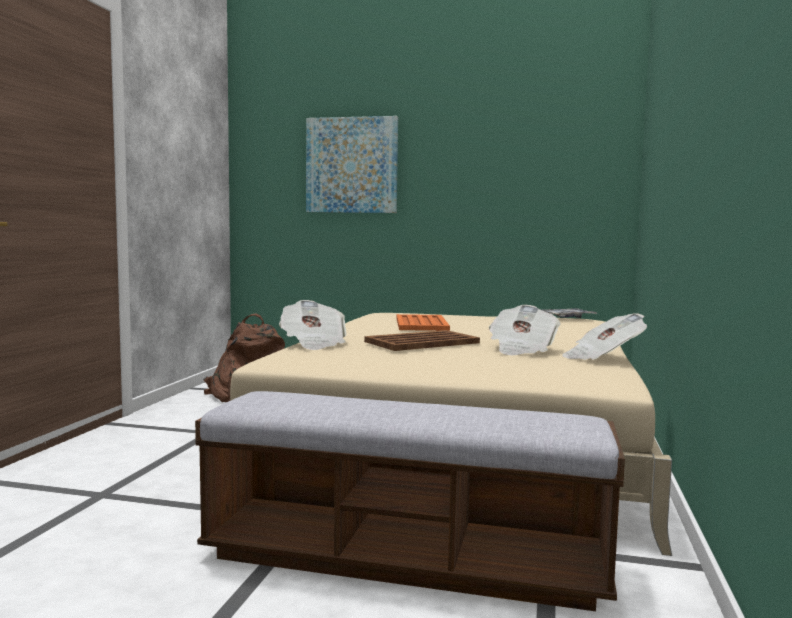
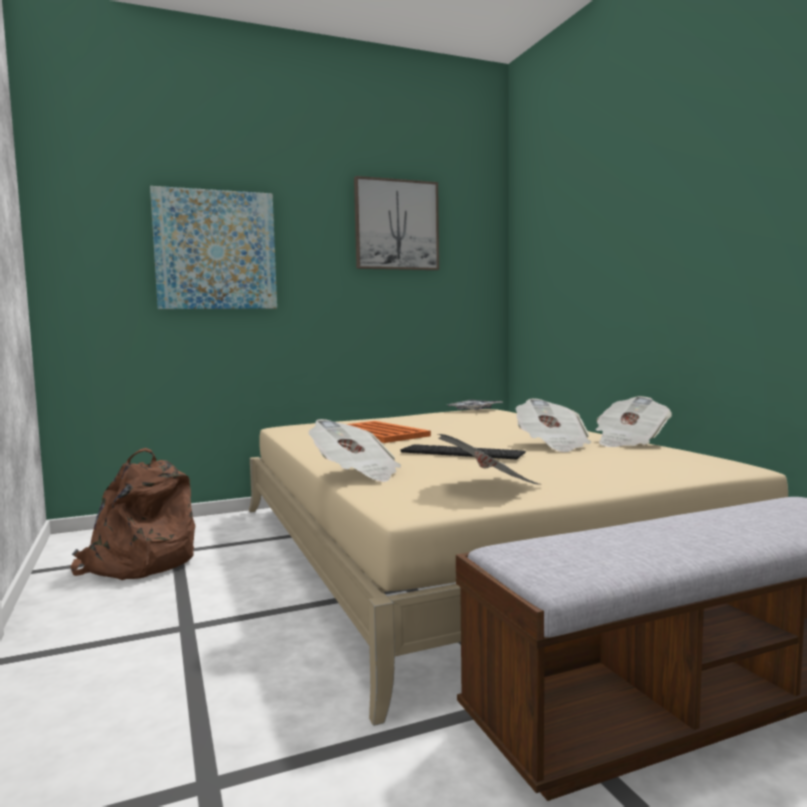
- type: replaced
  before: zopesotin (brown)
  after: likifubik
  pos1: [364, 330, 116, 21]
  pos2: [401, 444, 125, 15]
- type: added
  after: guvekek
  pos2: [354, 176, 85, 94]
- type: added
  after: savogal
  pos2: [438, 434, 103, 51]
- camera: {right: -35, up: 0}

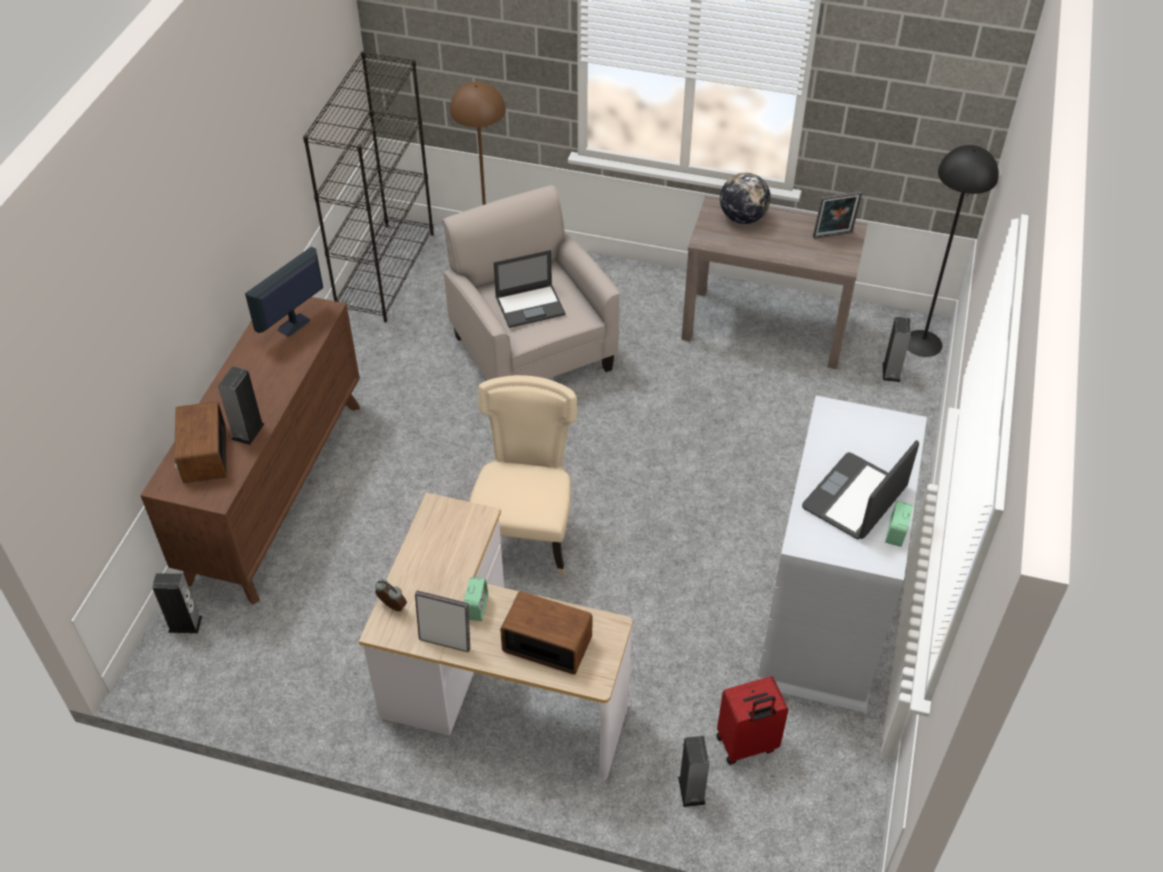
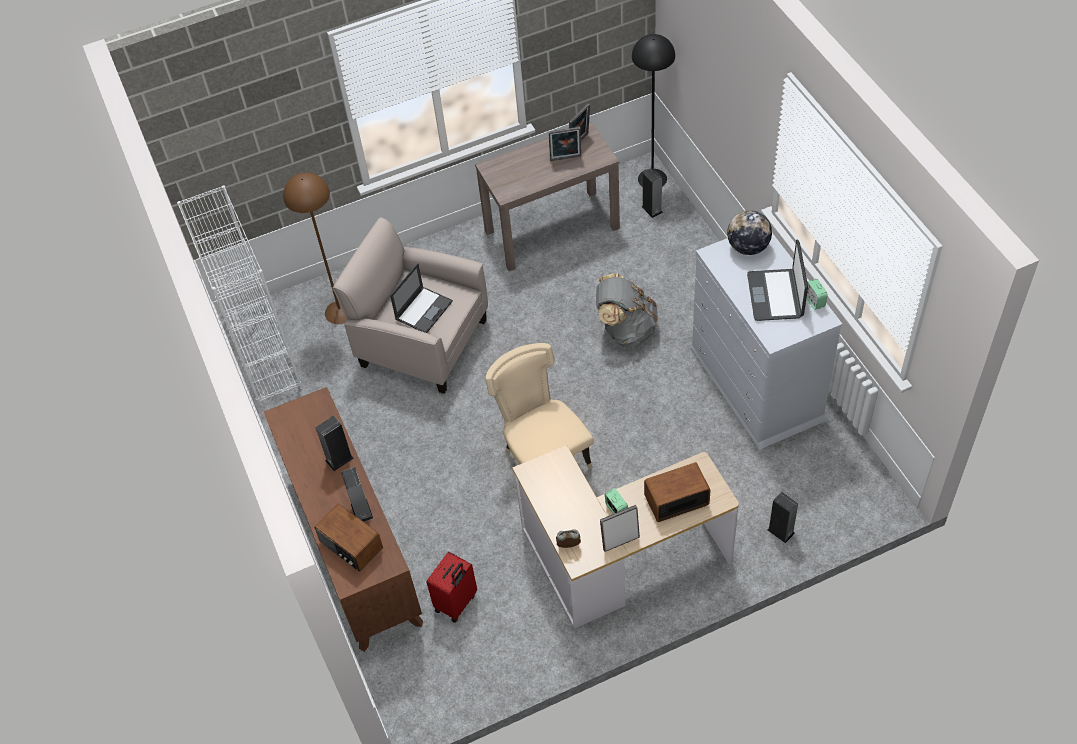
- type: moved
  before: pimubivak
  pos1: [152, 573, 50, 60]
  pos2: [315, 416, 39, 55]
- type: removed
  before: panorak
  pos1: [245, 246, 78, 91]
- type: recoloured
  before: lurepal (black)
  after: lurepal (white)
  pos1: [303, 51, 131, 271]
  pos2: [177, 185, 126, 221]
- type: moved
  before: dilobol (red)
  pos1: [716, 676, 73, 89]
  pos2: [427, 552, 50, 71]
- type: moved
  before: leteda
  pos1: [720, 173, 51, 51]
  pos2: [727, 210, 45, 45]
- type: added
  after: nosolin
  pos2: [548, 127, 33, 34]
- type: added
  after: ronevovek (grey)
  pos2: [596, 273, 62, 74]
- camera: {right: -35, up: 5}

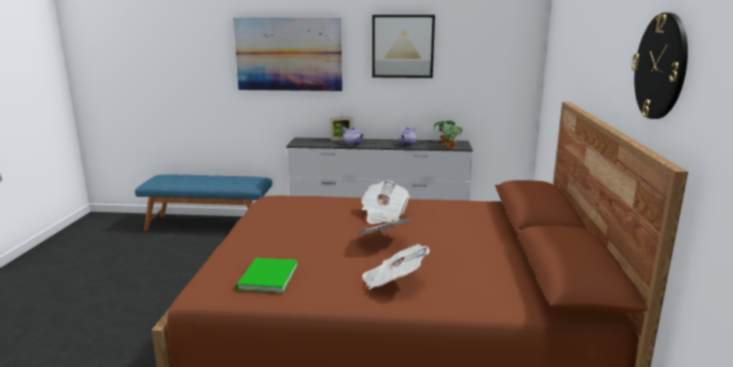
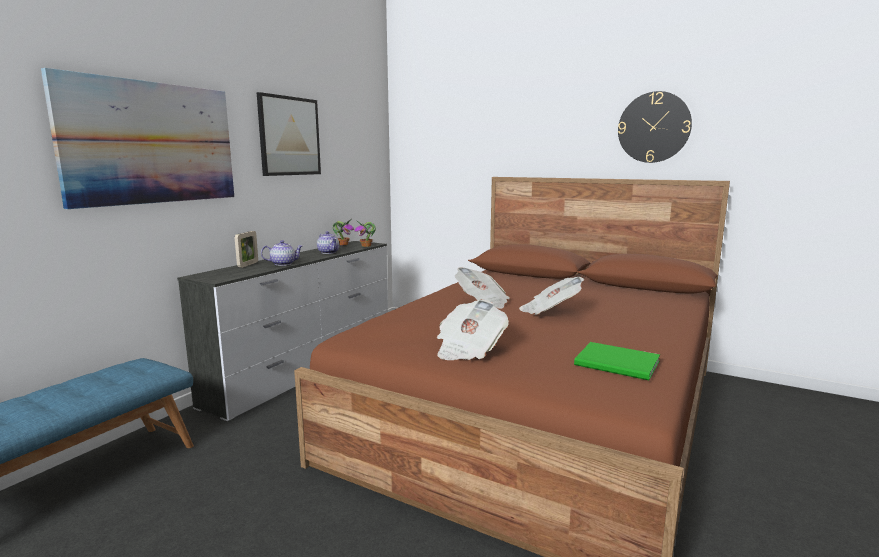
- type: moved
  before: savogal
  pos1: [362, 244, 68, 46]
  pos2: [437, 300, 72, 60]
- camera: {right: -65, up: -5}

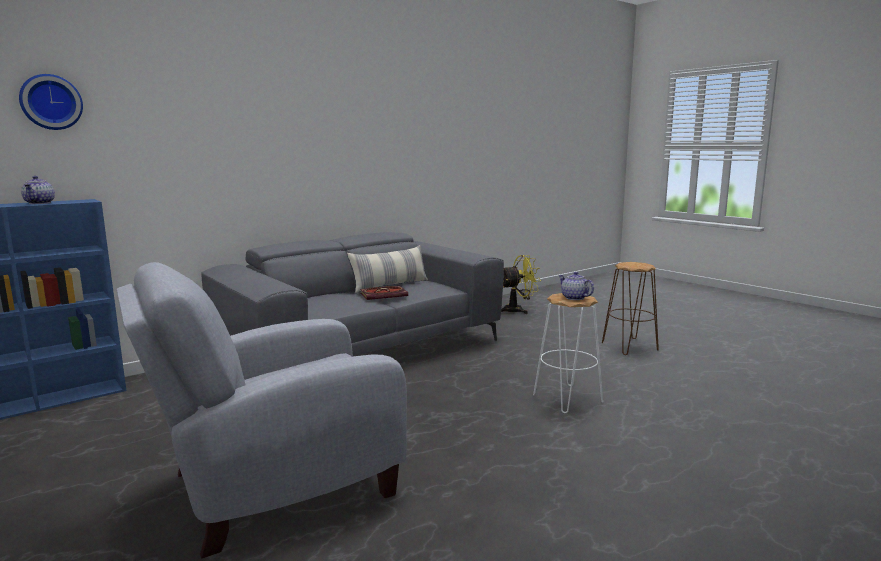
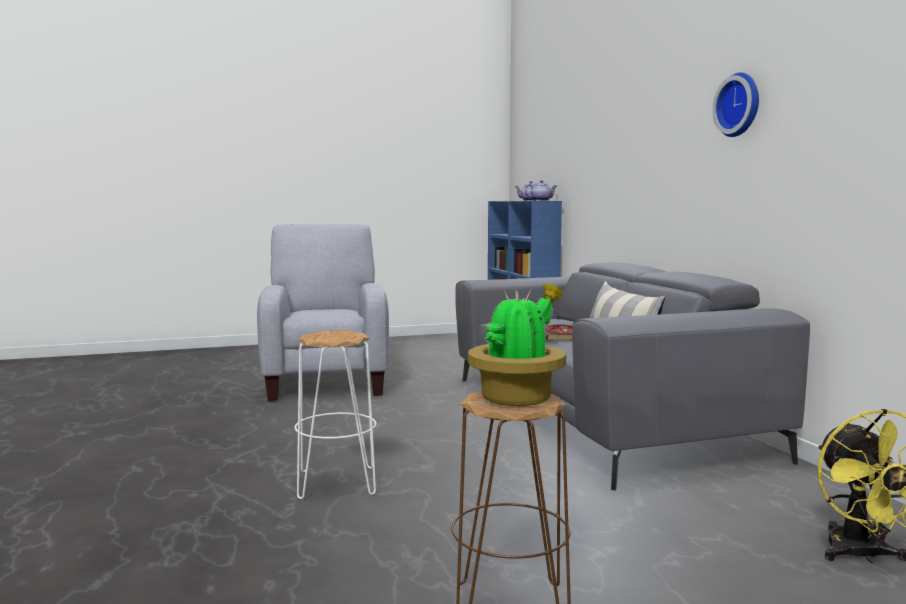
- type: moved
  before: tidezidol
  pos1: [19, 74, 64, 56]
  pos2: [712, 72, 47, 65]
- type: moved
  before: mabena
  pos1: [558, 272, 36, 28]
  pos2: [525, 180, 32, 21]
- type: added
  after: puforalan
  pos2: [468, 283, 98, 123]
- camera: {right: 110, up: -5}

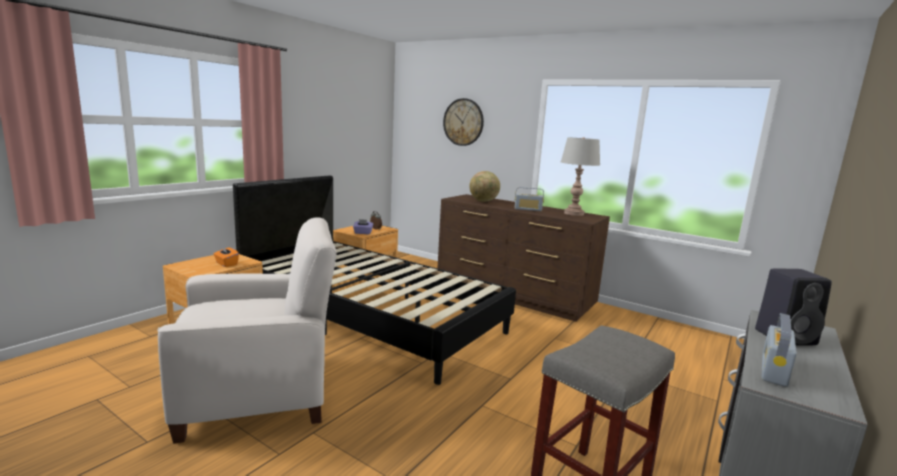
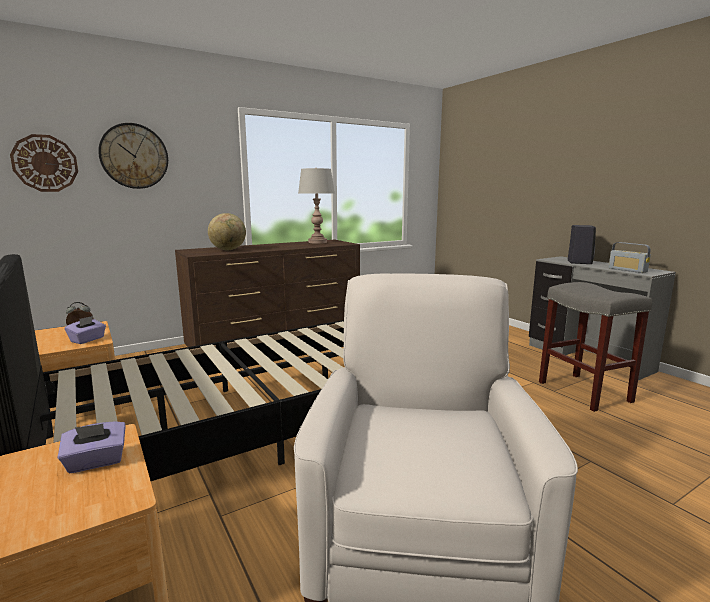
- type: recoloured
  before: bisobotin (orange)
  after: bisobotin (purple)
  pos1: [213, 245, 26, 22]
  pos2: [58, 421, 68, 52]
- type: removed
  before: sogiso
  pos1: [515, 187, 29, 24]
- type: added
  after: tidezidol
  pos2: [10, 134, 68, 58]
- camera: {right: -65, up: 0}

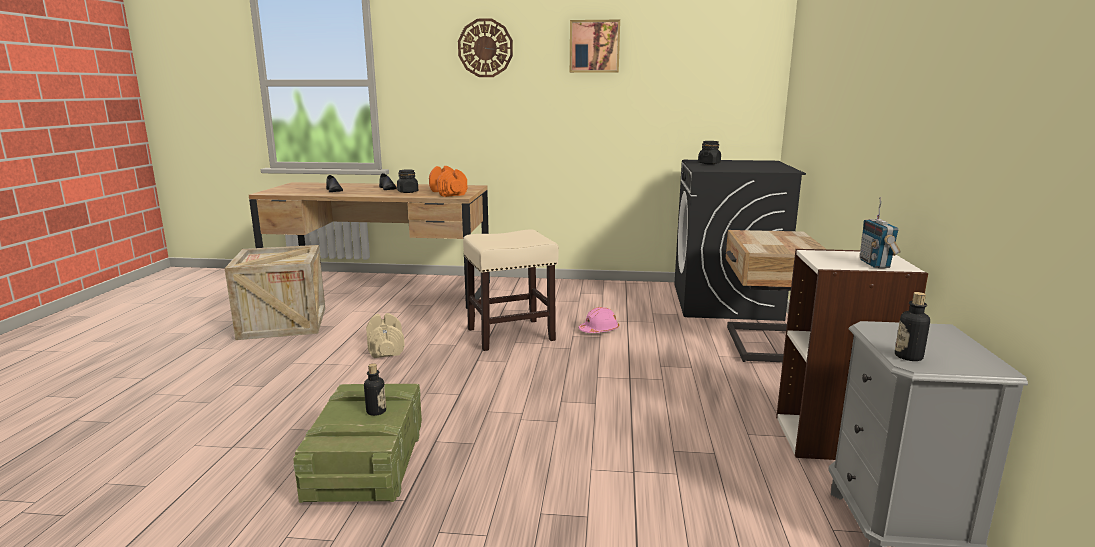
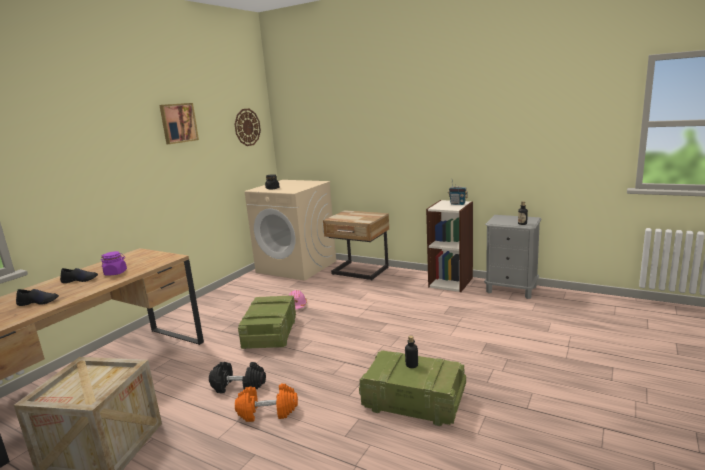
- type: recoloured
  before: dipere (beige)
  after: dipere (black)
  pos1: [366, 313, 39, 45]
  pos2: [209, 362, 57, 31]
- type: recoloured
  before: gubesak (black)
  after: gubesak (purple)
  pos1: [397, 169, 21, 24]
  pos2: [101, 251, 26, 24]
- type: moved
  before: dipere (orange)
  pos1: [429, 166, 38, 31]
  pos2: [235, 383, 63, 39]
- type: moved
  before: tidezidol
  pos1: [458, 18, 55, 59]
  pos2: [235, 109, 26, 37]
- type: replaced
  before: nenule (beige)
  after: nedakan
  pos1: [463, 230, 96, 121]
  pos2: [238, 295, 58, 54]
- type: recoloured
  before: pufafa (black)
  after: pufafa (beige)
  pos1: [674, 160, 132, 161]
  pos2: [245, 180, 91, 101]
- camera: {right: -65, up: 0}

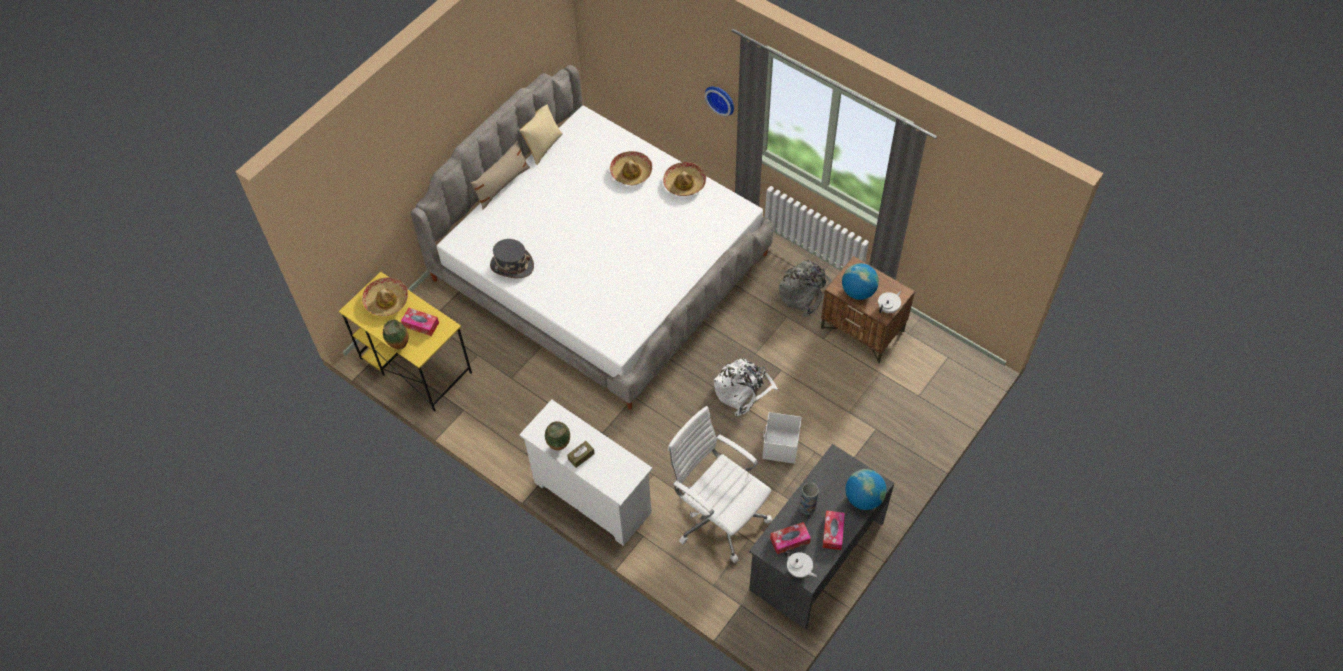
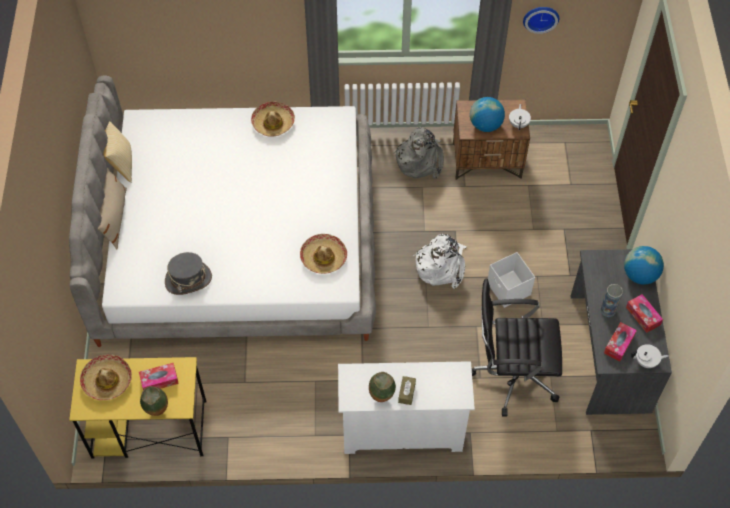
- type: moved
  before: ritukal
  pos1: [610, 151, 42, 34]
  pos2: [300, 234, 47, 40]
- type: recoloured
  before: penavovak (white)
  after: penavovak (black)
  pos1: [668, 406, 104, 157]
  pos2: [472, 279, 90, 138]
- type: moved
  before: tidezidol
  pos1: [704, 87, 30, 29]
  pos2: [523, 7, 36, 27]
- camera: {right: -40, up: 0}

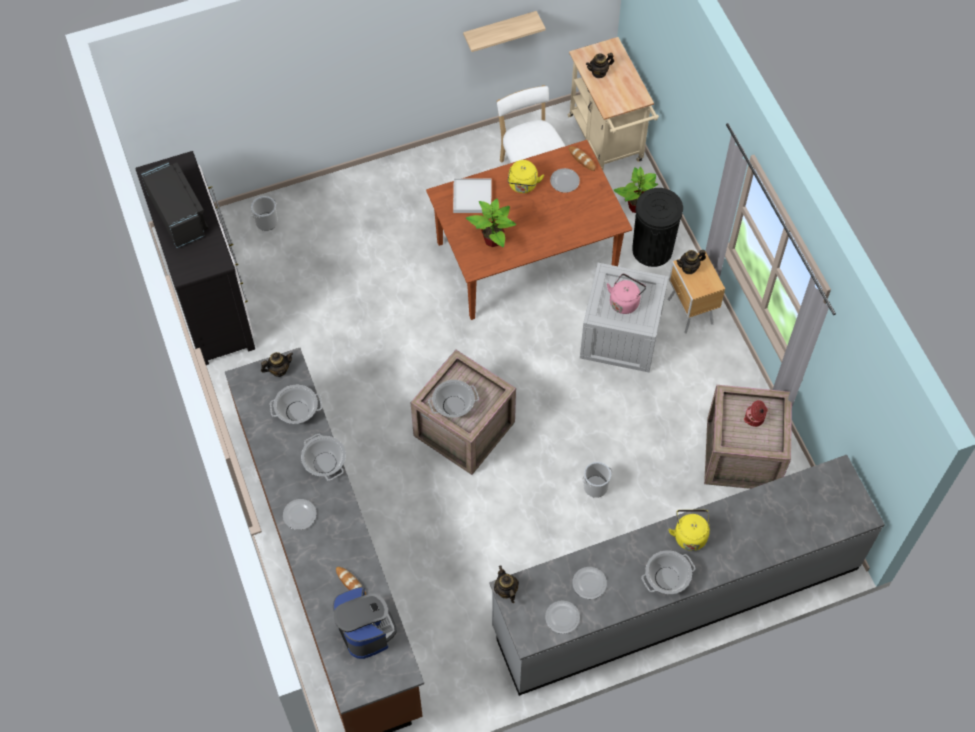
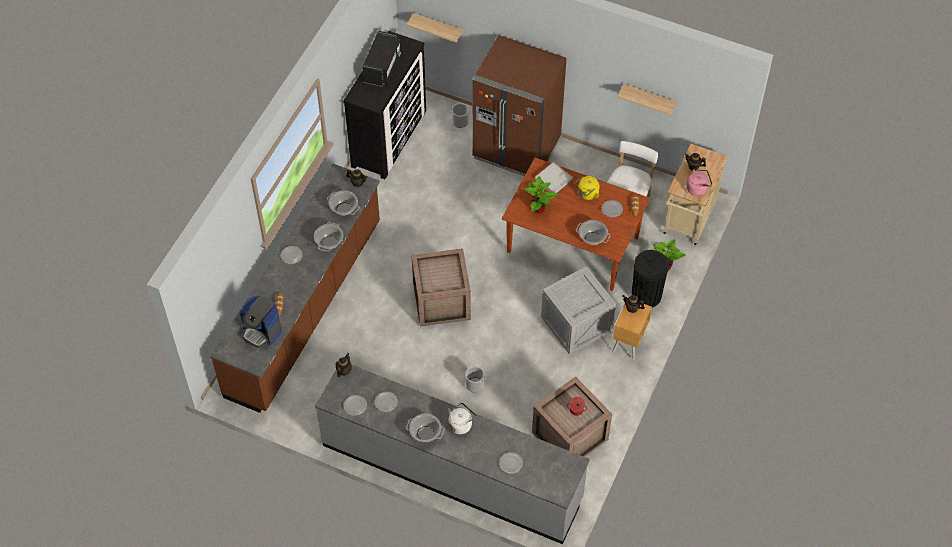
- type: turned
  before: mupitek
  pos1: [333, 586, 64, 73]
  pos2: [240, 296, 42, 52]
  turn: 105
- type: moved
  before: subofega
  pos1: [428, 380, 51, 38]
  pos2: [576, 220, 35, 25]
- type: moved
  before: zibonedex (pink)
  pos1: [607, 274, 39, 40]
  pos2: [687, 170, 25, 26]
- type: recoloured
  before: zibonedex (yellow)
  after: zibonedex (white)
  pos1: [669, 510, 41, 41]
  pos2: [448, 403, 28, 31]
- type: added
  after: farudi
  pos2: [406, 13, 57, 30]
- type: added
  after: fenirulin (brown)
  pos2: [472, 35, 95, 141]
- type: added
  after: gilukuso
  pos2: [499, 452, 24, 22]
- camera: {right: 45, up: -5}

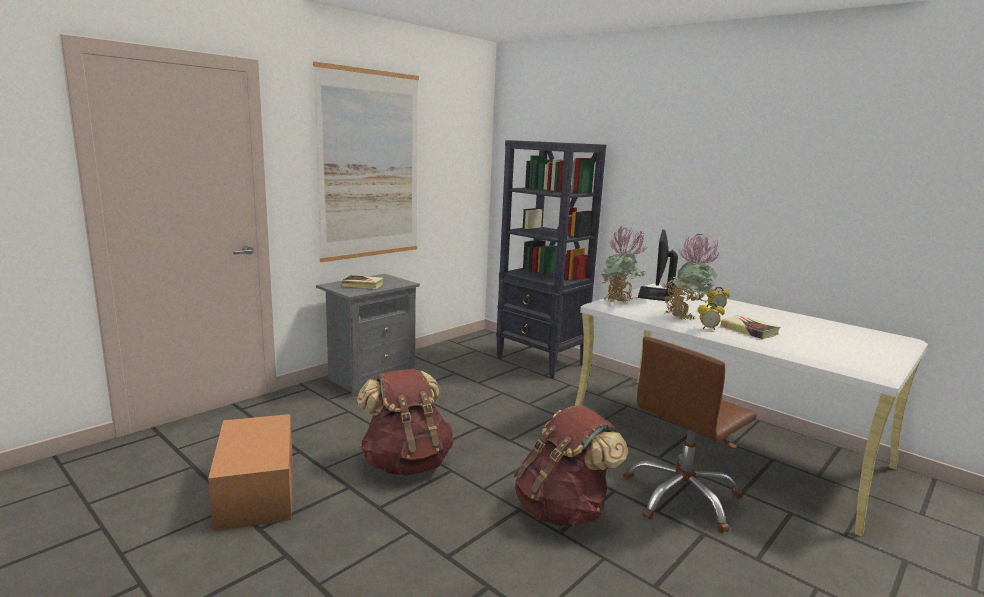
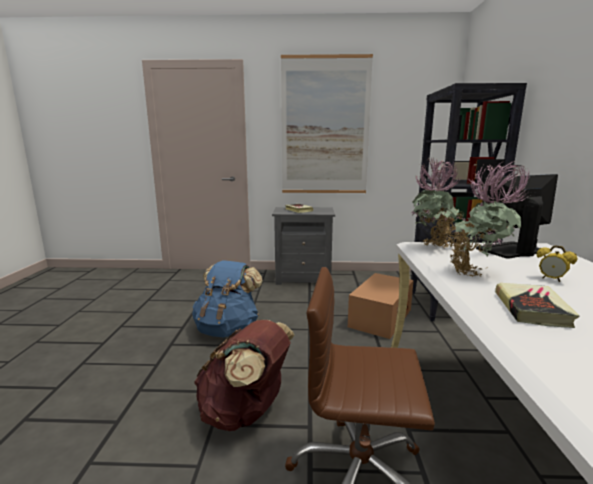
- type: moved
  before: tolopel
  pos1: [208, 414, 84, 117]
  pos2: [348, 273, 66, 66]
- type: recoloured
  before: ronevovek (brown)
  after: ronevovek (blue)
  pos1: [357, 368, 96, 108]
  pos2: [192, 260, 71, 78]
- type: removed
  before: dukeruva
  pos1: [698, 303, 27, 27]
- camera: {right: 50, up: 0}

